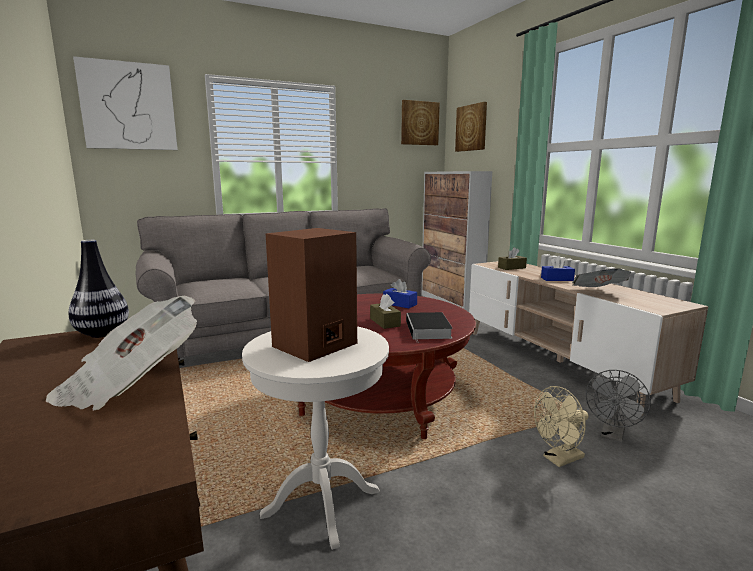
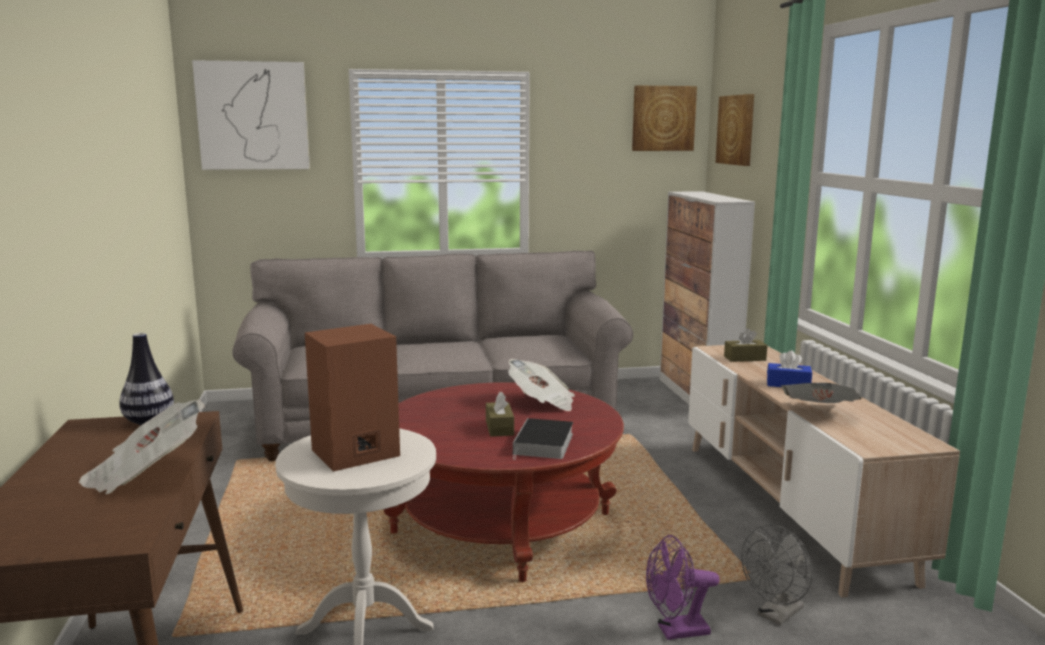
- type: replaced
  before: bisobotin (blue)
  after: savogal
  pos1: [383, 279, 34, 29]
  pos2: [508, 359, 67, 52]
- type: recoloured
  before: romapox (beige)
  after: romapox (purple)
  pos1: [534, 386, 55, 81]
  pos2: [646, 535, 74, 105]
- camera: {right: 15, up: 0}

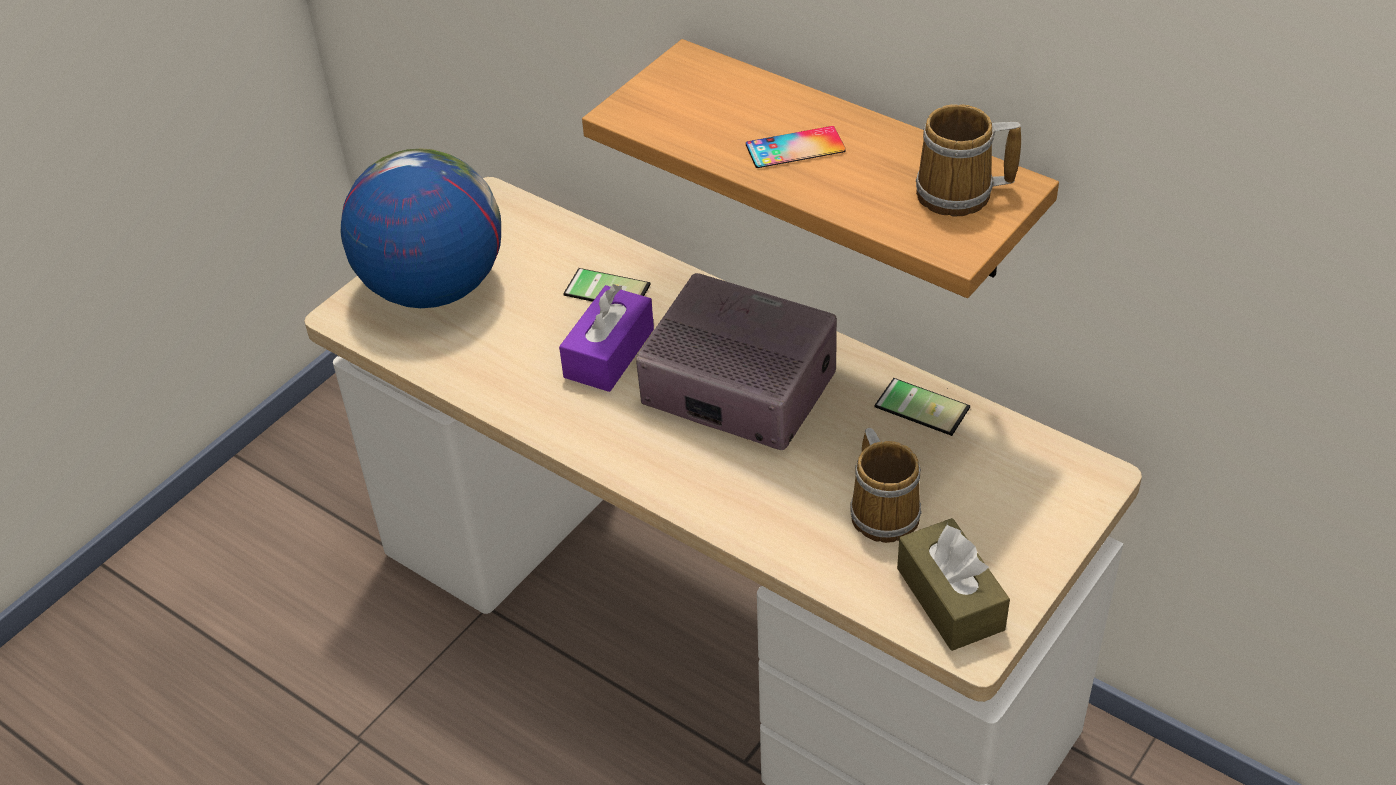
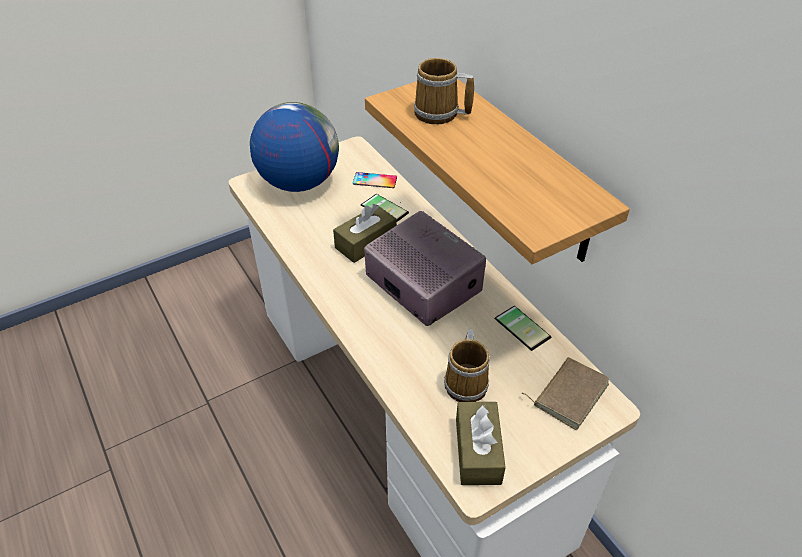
- type: recoloured
  before: bisobotin (purple)
  after: bisobotin (brown)
  pos1: [559, 284, 95, 108]
  pos2: [333, 204, 64, 59]
- type: moved
  before: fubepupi
  pos1: [746, 126, 99, 42]
  pos2: [353, 172, 44, 16]
- type: moved
  before: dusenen
  pos1: [916, 104, 105, 112]
  pos2: [414, 58, 60, 66]
- type: added
  after: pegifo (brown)
  pos2: [521, 357, 88, 73]
- camera: {right: 20, up: 0}

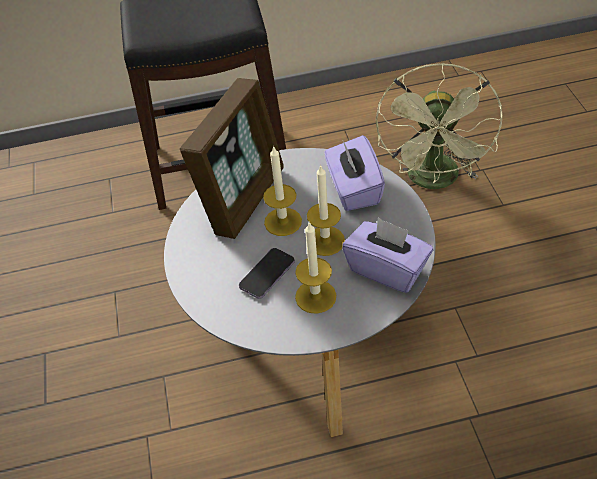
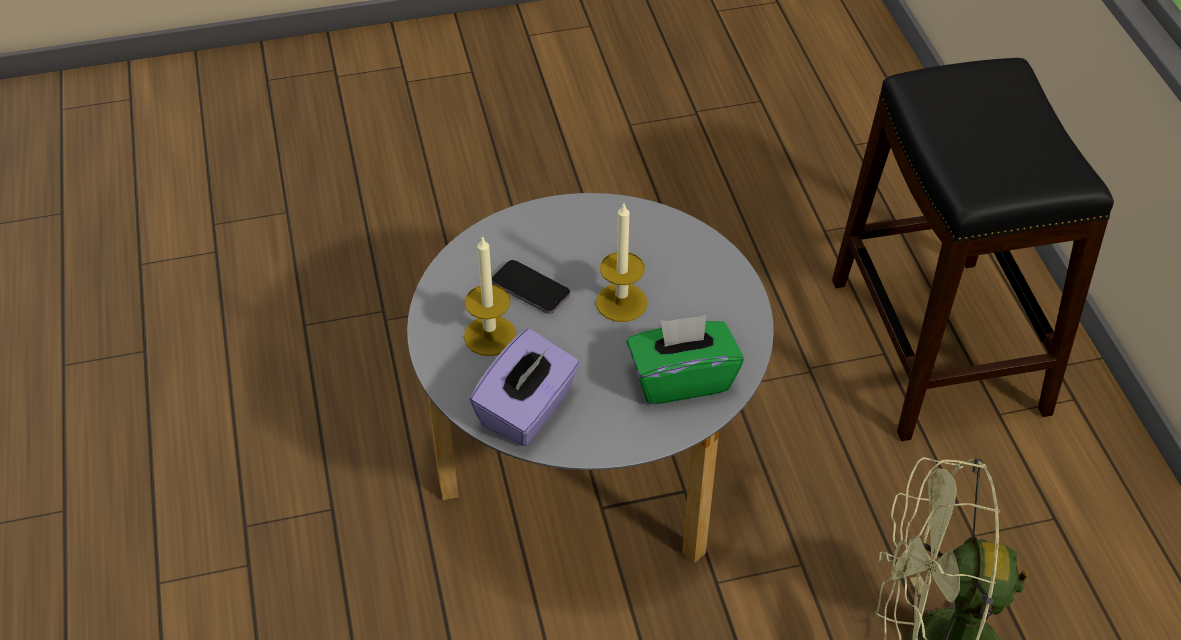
- type: removed
  before: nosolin
  pos1: [180, 78, 104, 161]
- type: removed
  before: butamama
  pos1: [307, 164, 38, 92]
- type: recoloured
  before: bisobotin (purple)
  after: bisobotin (green)
  pos1: [325, 135, 60, 76]
  pos2: [626, 315, 118, 89]
- camera: {right: 85, up: 0}

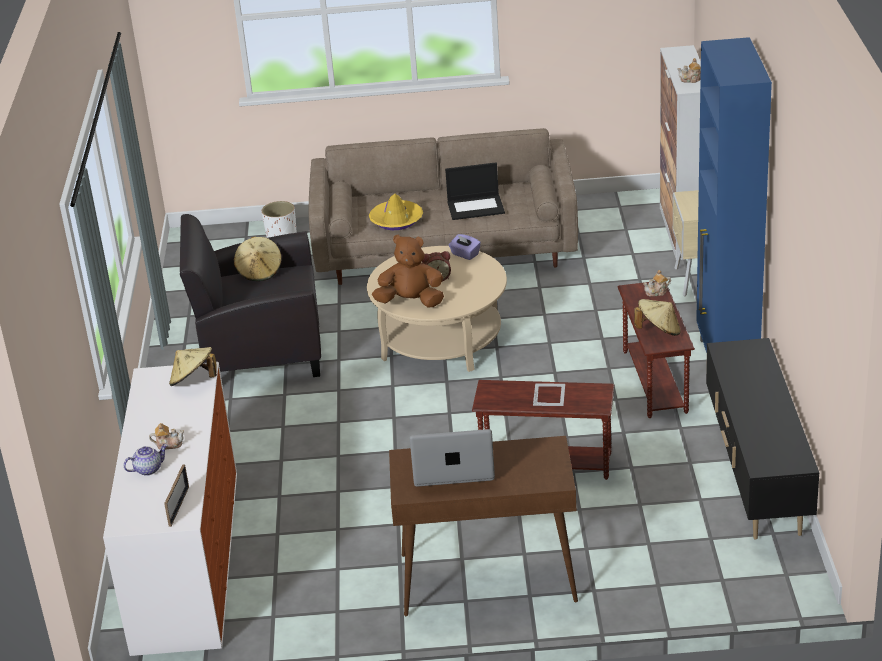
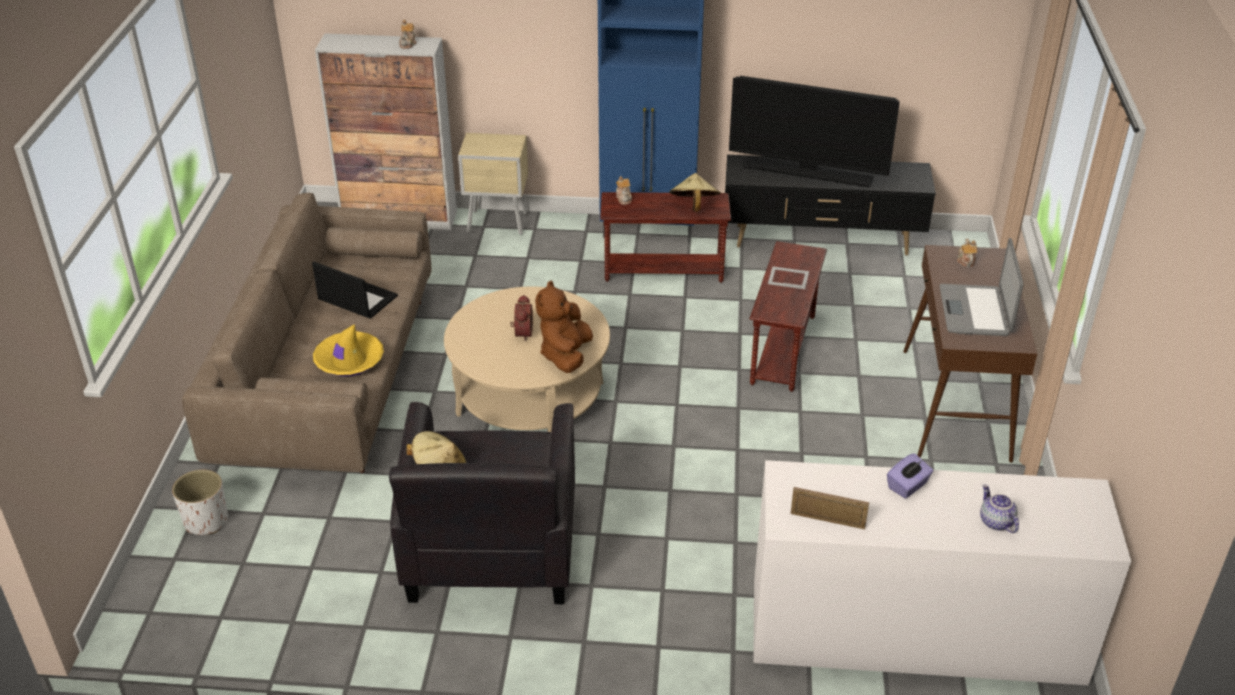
- type: moved
  before: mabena
  pos1: [149, 423, 35, 27]
  pos2: [957, 238, 20, 29]
- type: moved
  before: nosolin
  pos1: [164, 464, 25, 63]
  pos2: [791, 487, 78, 42]
- type: removed
  before: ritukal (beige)
  pos1: [169, 347, 48, 39]
- type: turned
  before: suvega
  pos1: [445, 162, 60, 58]
  pos2: [312, 262, 86, 57]
  turn: -60
- type: moved
  before: bisobotin (purple)
  pos1: [448, 234, 33, 26]
  pos2: [887, 453, 46, 46]
- type: added
  after: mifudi
  pos2: [729, 76, 171, 112]
- camera: {right: -85, up: 5}

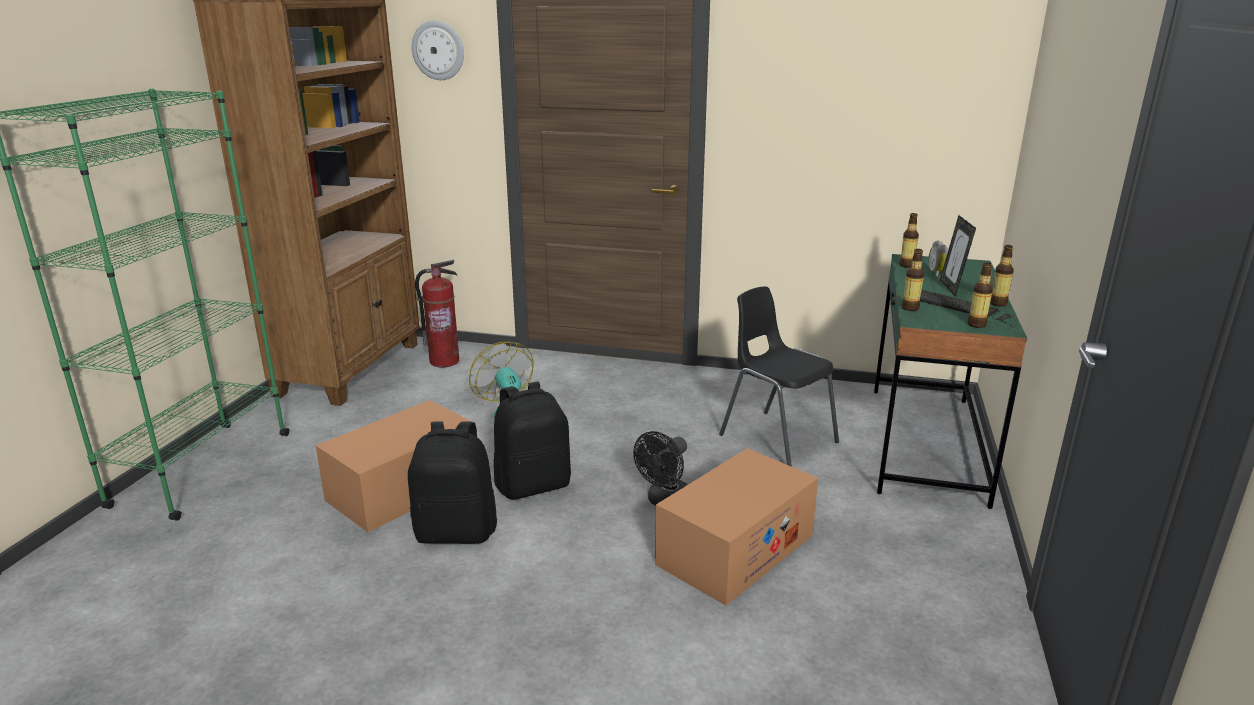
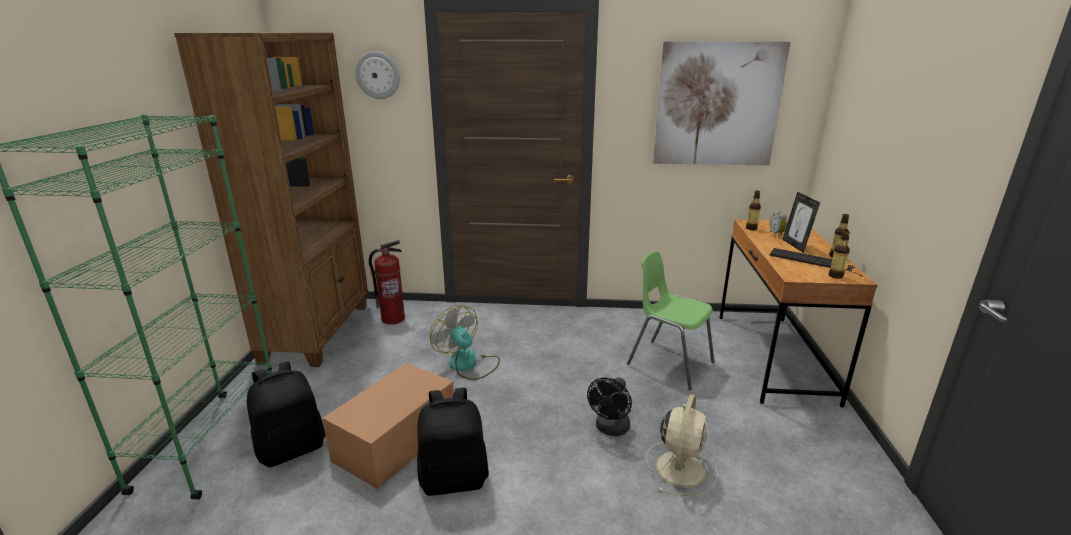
- type: moved
  before: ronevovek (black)
  pos1: [494, 382, 77, 118]
  pos2: [247, 361, 79, 106]
- type: replaced
  before: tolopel
  after: romapox (beige)
  pos1: [655, 448, 163, 158]
  pos2: [646, 394, 72, 102]
- type: recoloured
  before: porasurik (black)
  after: porasurik (green)
  pos1: [719, 286, 120, 181]
  pos2: [627, 251, 87, 139]
- type: recoloured
  before: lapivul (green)
  after: lapivul (brown)
  pos1: [874, 254, 153, 255]
  pos2: [719, 219, 159, 189]
- type: removed
  before: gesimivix
  pos1: [902, 249, 22, 62]
- type: added
  after: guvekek
  pos2: [653, 41, 137, 125]
- camera: {right: -10, up: 0}

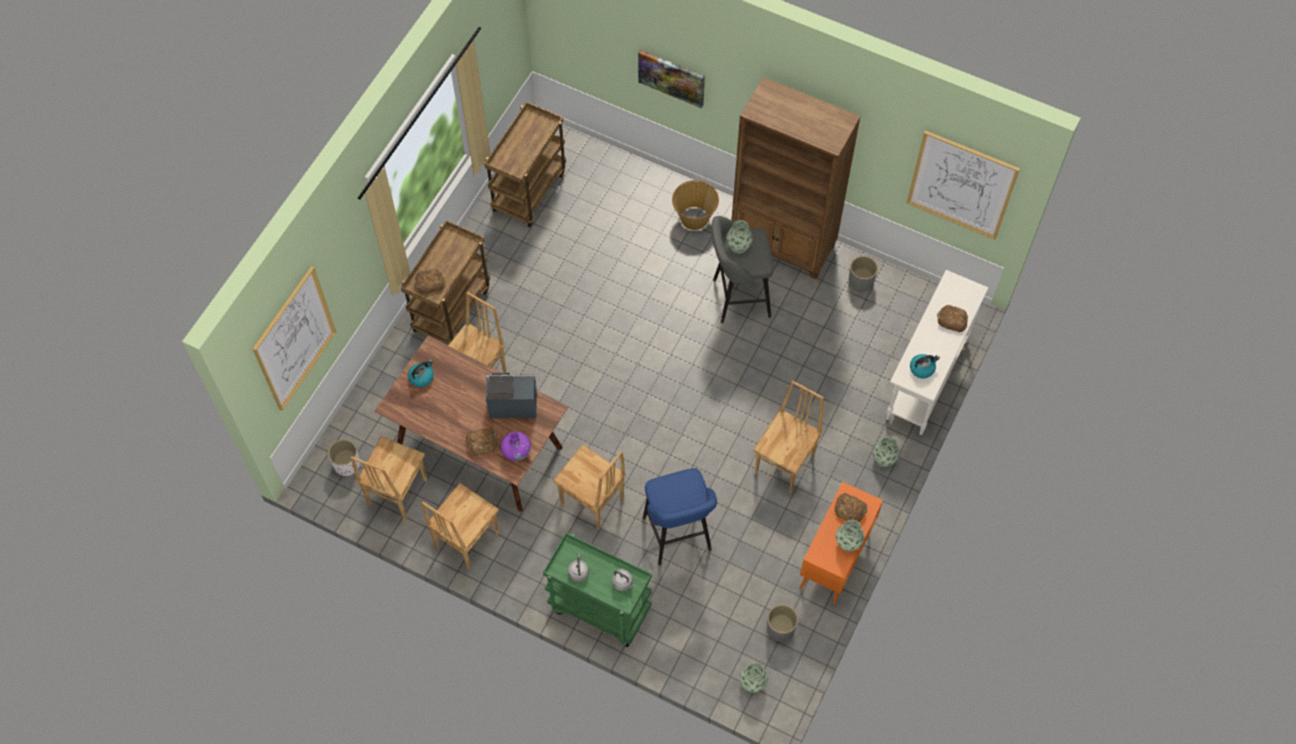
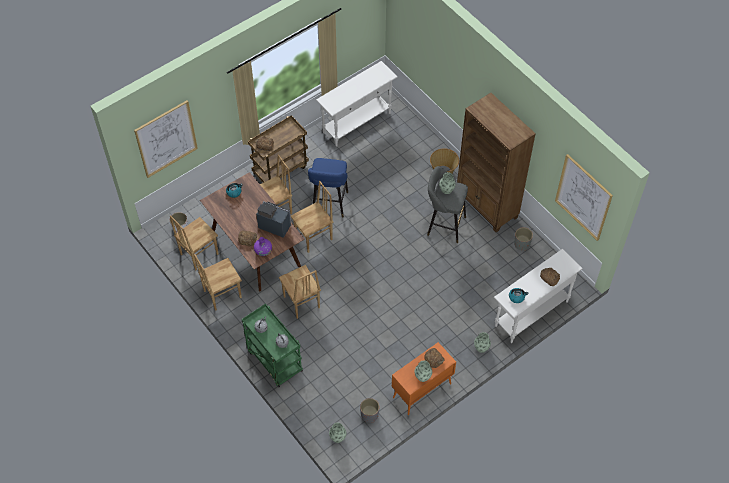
- type: replaced
  before: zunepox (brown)
  after: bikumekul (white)
  pos1: [485, 102, 81, 125]
  pos2: [316, 61, 82, 85]
- type: removed
  before: guvekek
  pos1: [638, 50, 67, 58]
- type: moved
  before: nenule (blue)
  pos1: [643, 468, 74, 97]
  pos2: [308, 158, 40, 60]
- type: moved
  before: porasurik (brown)
  pos1: [753, 380, 71, 113]
  pos2: [291, 181, 42, 72]
- camera: {right: 25, up: -5}

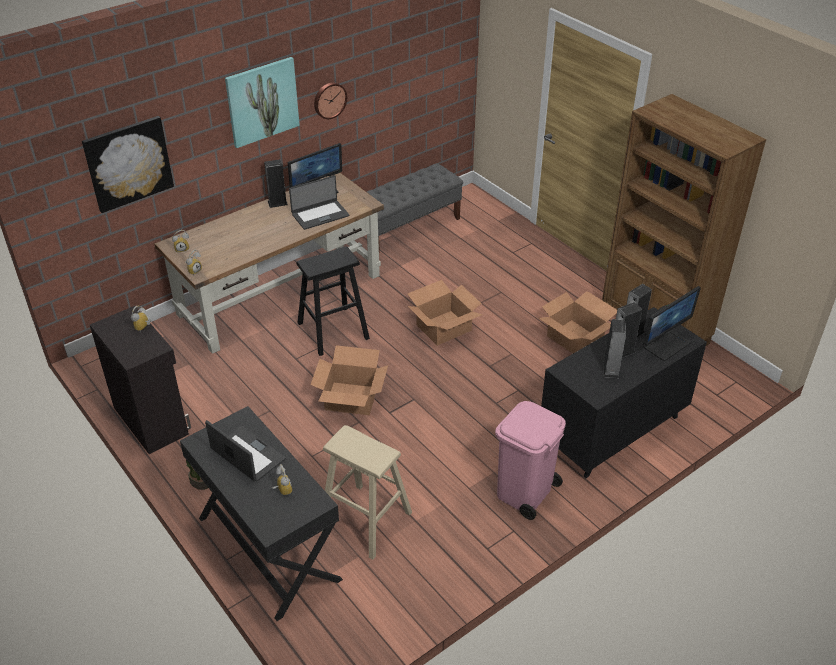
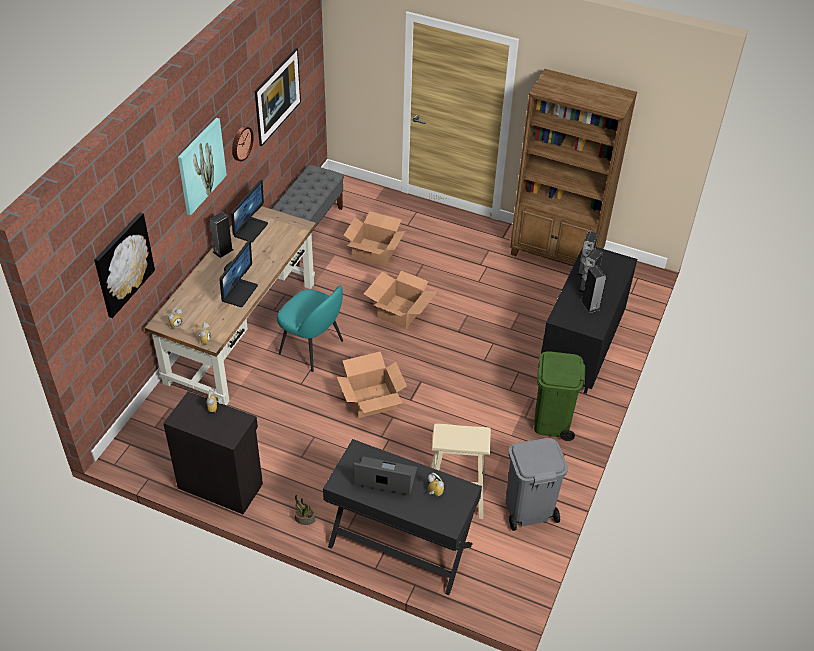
- type: removed
  before: suvega
  pos1: [289, 175, 61, 55]
- type: replaced
  before: nenule (black)
  after: porasurik (turquoise)
  pos1: [296, 247, 74, 109]
  pos2: [277, 285, 66, 87]
- type: recoloured
  before: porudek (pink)
  after: porudek (green)
  pos1: [495, 401, 71, 119]
  pos2: [534, 351, 51, 90]
- type: moved
  before: tolopel
  pos1: [539, 291, 78, 62]
  pos2: [344, 211, 61, 55]
- type: moved
  before: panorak
  pos1: [643, 286, 58, 75]
  pos2: [219, 240, 39, 67]
- type: added
  after: guvekek
  pos2: [255, 48, 46, 98]
- type: added
  after: porudek (grey)
  pos2: [506, 438, 62, 93]
- camera: {right: -30, up: 5}

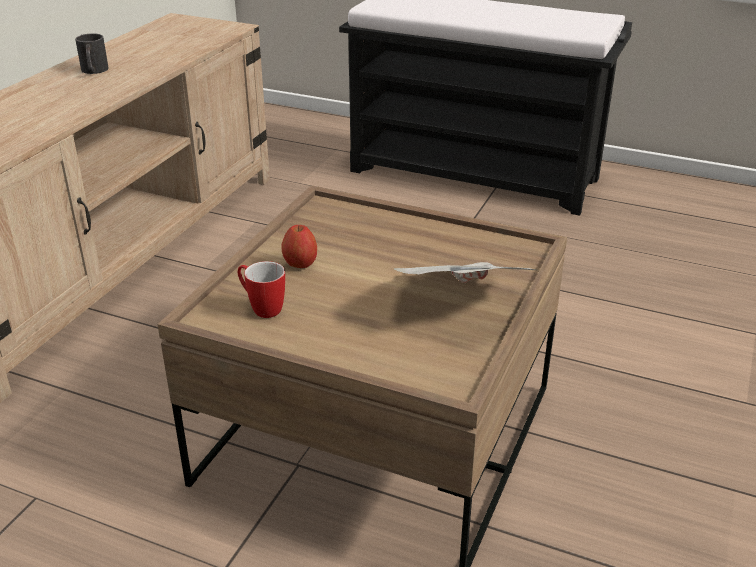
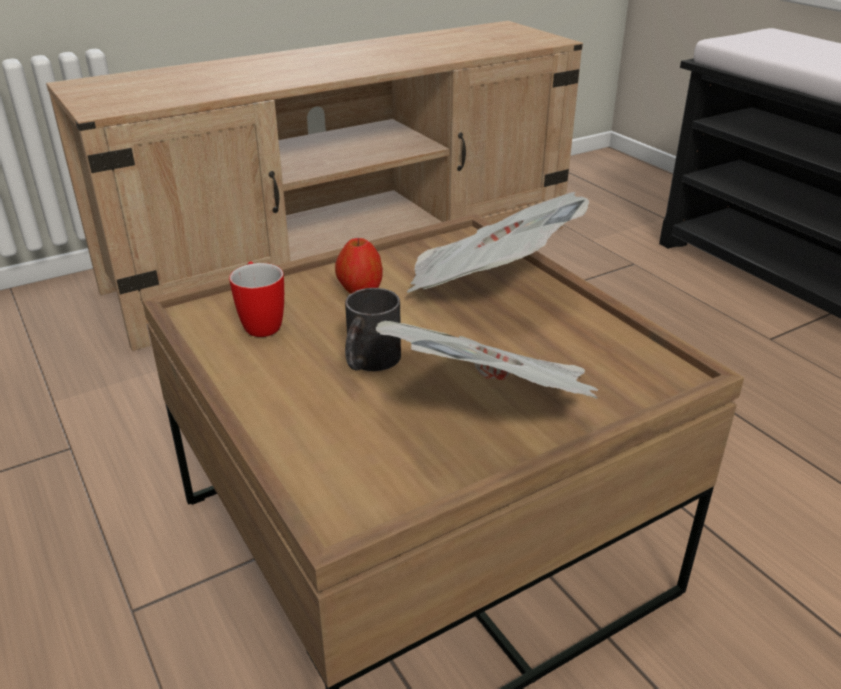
- type: moved
  before: dusenen (black)
  pos1: [75, 33, 34, 41]
  pos2: [345, 288, 56, 83]
- type: added
  after: savogal
  pos2: [407, 192, 182, 101]
- camera: {right: 35, up: 0}

